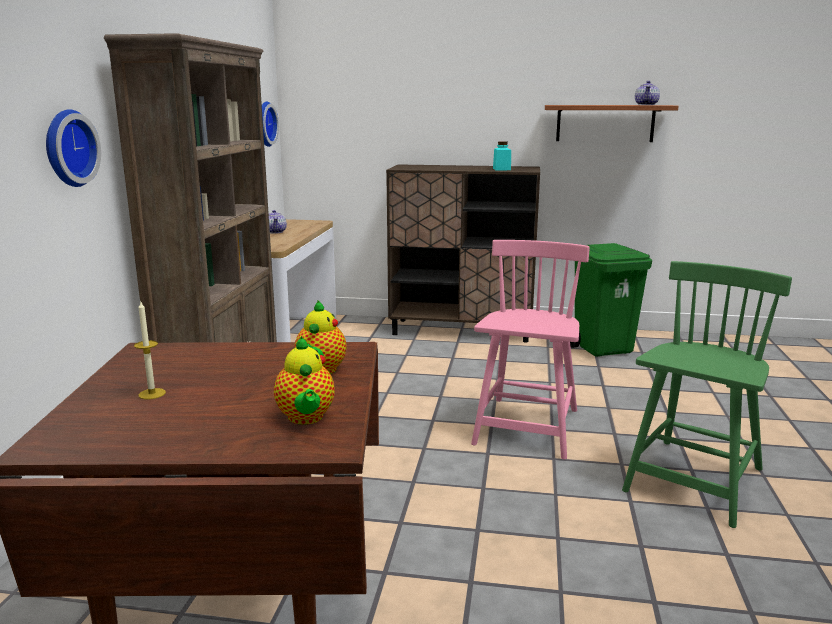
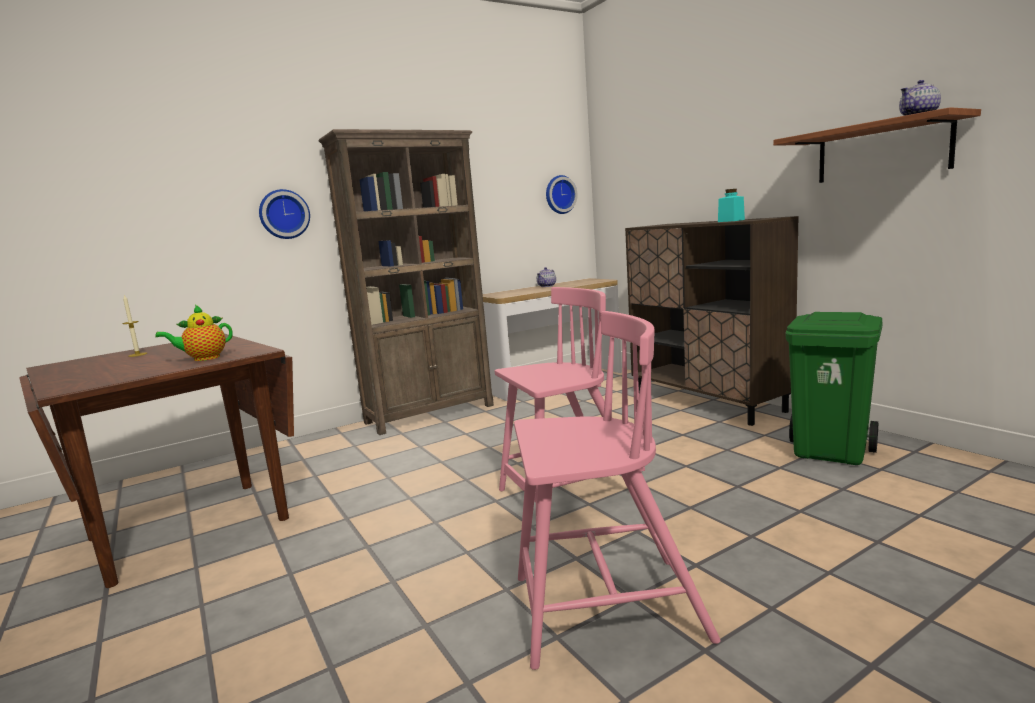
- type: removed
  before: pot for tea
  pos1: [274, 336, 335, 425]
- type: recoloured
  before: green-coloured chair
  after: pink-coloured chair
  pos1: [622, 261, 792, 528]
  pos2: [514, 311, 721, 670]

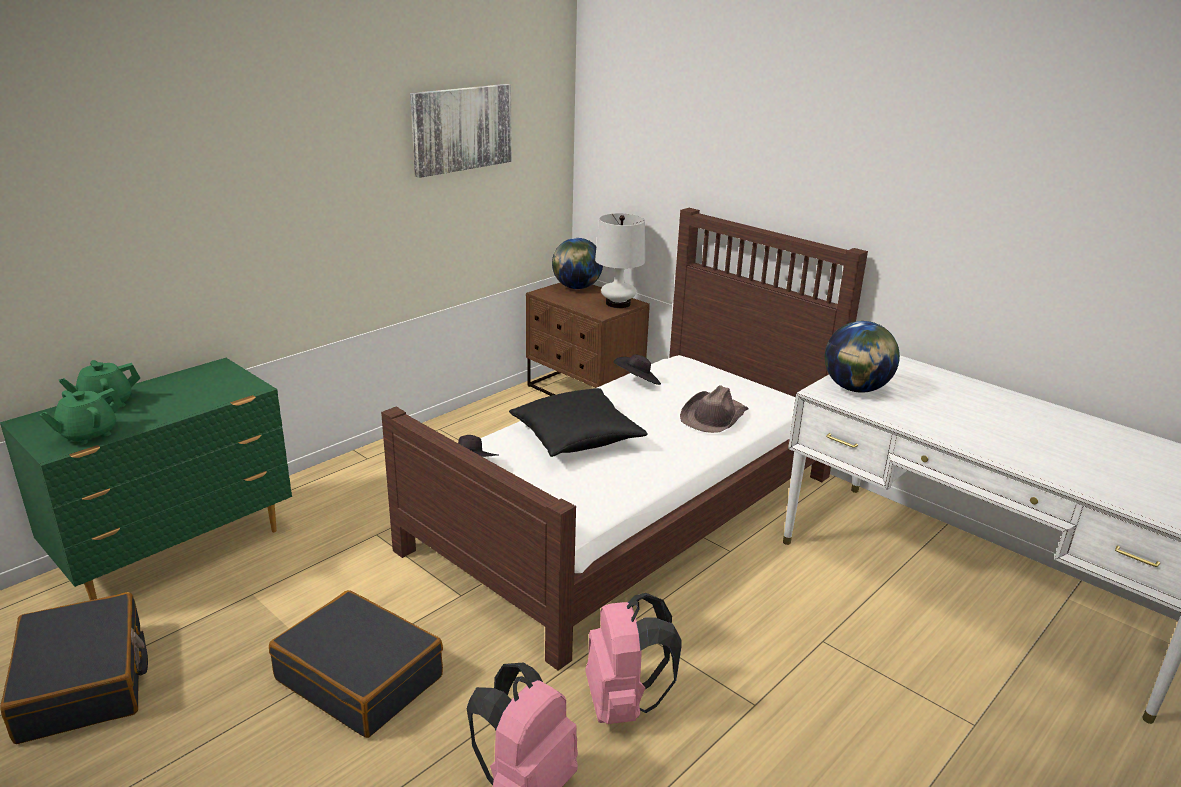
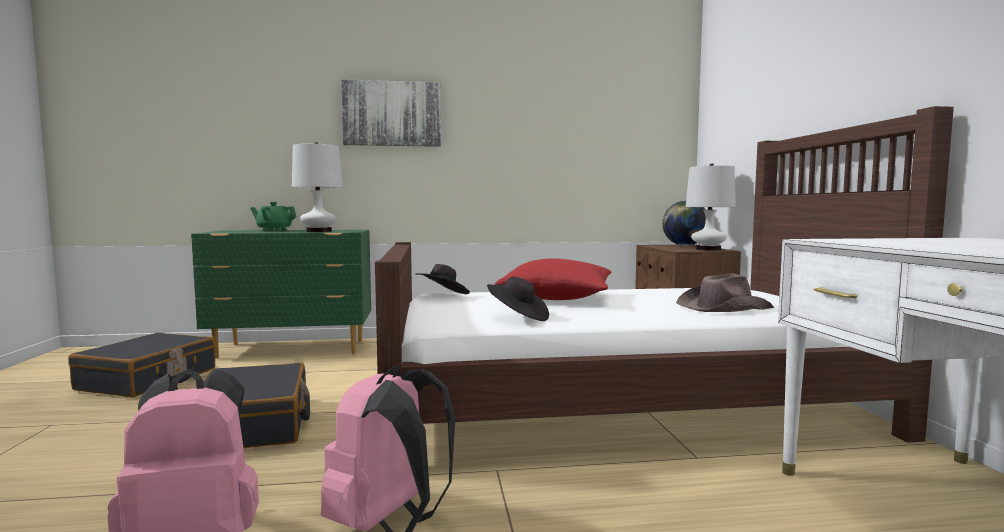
- type: removed
  before: green-coloured pot for tea
  pos1: [39, 388, 123, 445]
- type: removed
  before: desk globe
  pos1: [825, 321, 900, 393]
- type: added
  after: white tabletop lamp
  pos2: [292, 142, 343, 232]
- type: moved
  before: wall art
  pos1: [410, 84, 512, 178]
  pos2: [341, 79, 441, 147]
- type: moved
  before: blackish hat
  pos1: [613, 354, 661, 385]
  pos2: [487, 277, 549, 321]
- type: recoloured
  before: blackish throw pillow
  after: red throw pillow
  pos1: [509, 388, 648, 457]
  pos2: [494, 258, 612, 300]

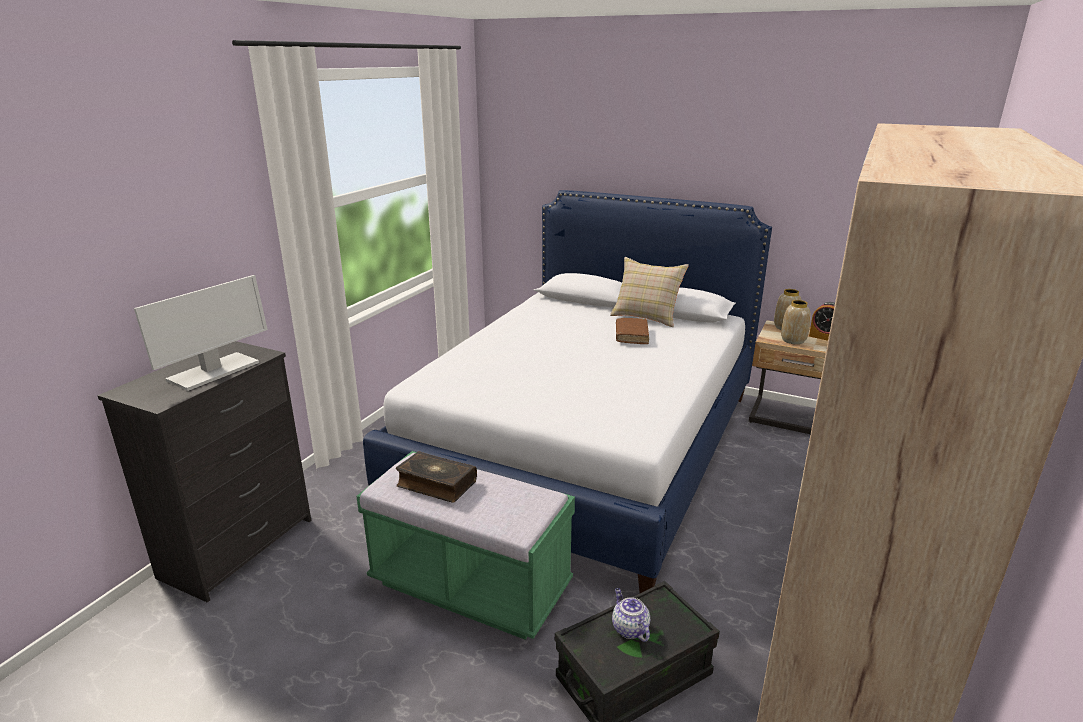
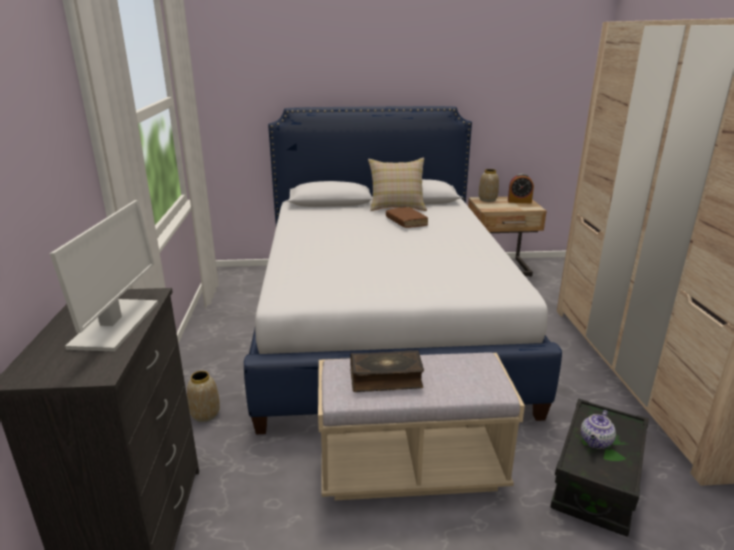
- type: moved
  before: decorative vase
  pos1: [781, 300, 811, 344]
  pos2: [187, 371, 220, 422]
- type: recoloured
  before: green-coloured long seat
  after: sand-coloured long seat
  pos1: [356, 451, 575, 640]
  pos2: [318, 352, 525, 501]
- type: turned
  before: pot for tea
  pos1: [612, 588, 650, 642]
  pos2: [581, 410, 616, 449]
  turn: -90

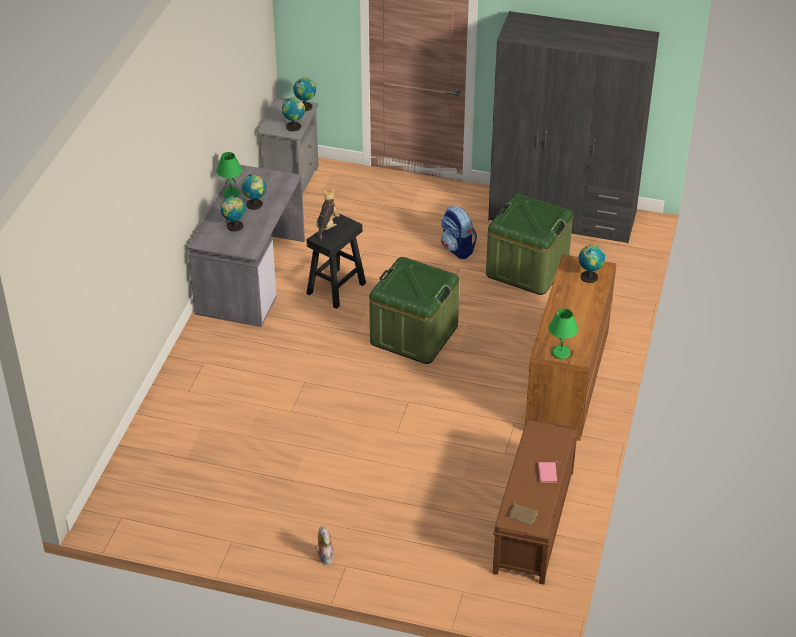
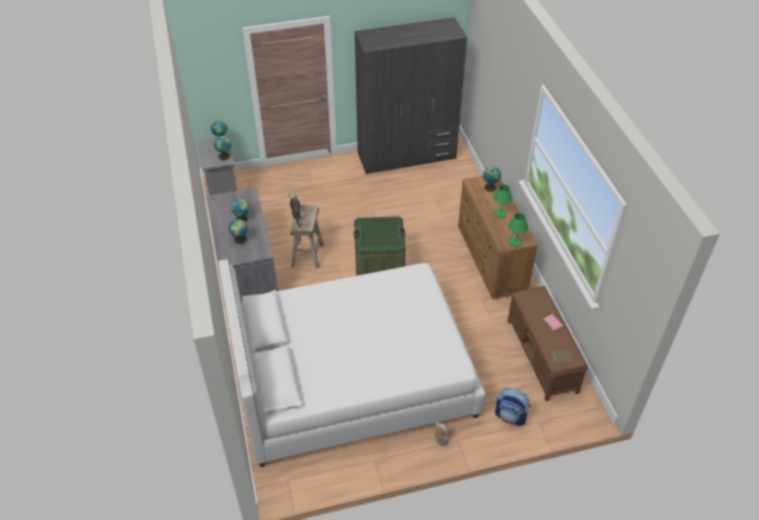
- type: removed
  before: green-coloured storage box
  pos1: [486, 193, 573, 295]
- type: added
  after: white bed
  pos2: [218, 259, 486, 467]
- type: moved
  before: green-coloured tabletop lamp
  pos1: [216, 152, 242, 198]
  pos2: [493, 184, 513, 218]
- type: moved
  before: backpack
  pos1: [441, 206, 477, 259]
  pos2: [495, 388, 531, 426]
- type: recoloured
  before: blackish sitting stool
  after: sand-coloured sitting stool
  pos1: [306, 213, 366, 309]
  pos2: [290, 205, 324, 269]

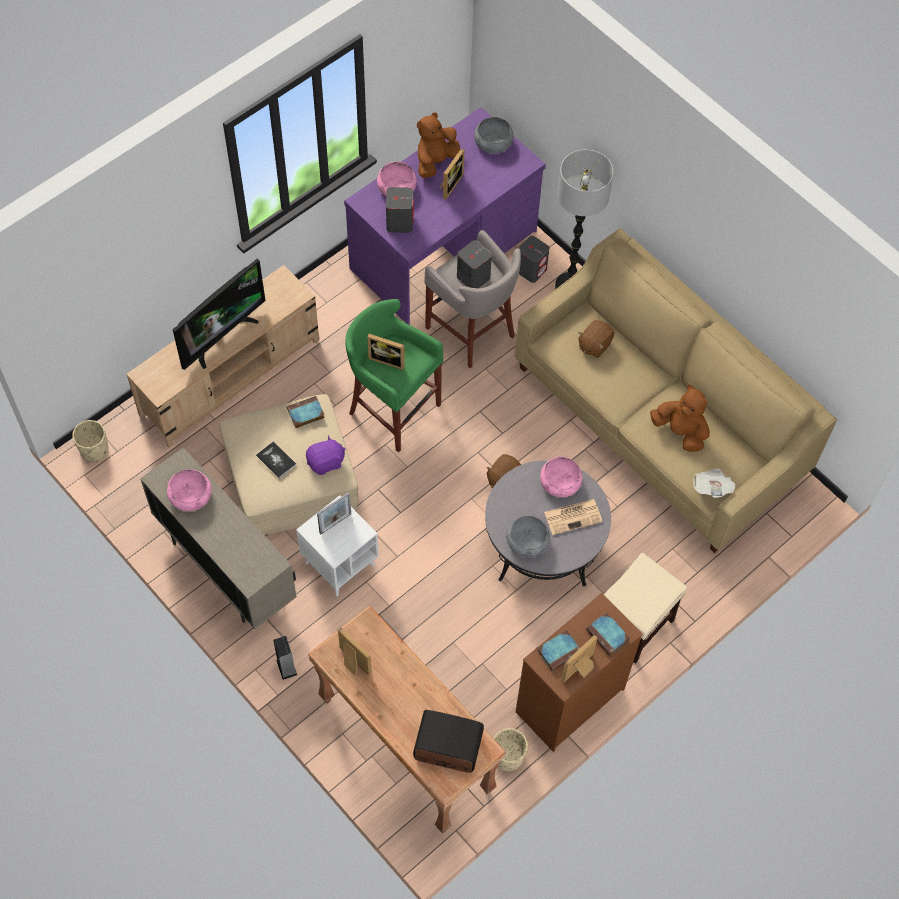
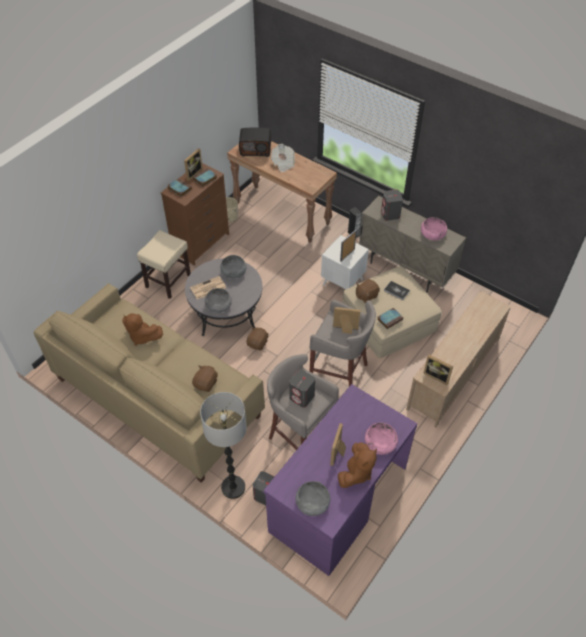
- type: removed
  before: sand-coloured plant pot
  pos1: [72, 420, 108, 462]
- type: removed
  before: TV set
  pos1: [173, 259, 265, 370]
- type: moved
  before: standing frame
  pos1: [338, 628, 372, 675]
  pos2: [424, 355, 453, 385]
- type: moved
  before: gray audio speaker
  pos1: [386, 187, 414, 233]
  pos2: [381, 190, 403, 221]
- type: moved
  before: printed paper
  pos1: [693, 468, 736, 498]
  pos2: [271, 144, 295, 172]
- type: recoloured
  before: purplish soft toy
  after: brown soft toy
  pos1: [306, 435, 346, 475]
  pos2: [356, 279, 380, 303]
- type: recoloured
  before: green-coloured sitting stool
  after: gray sitting stool
  pos1: [345, 299, 443, 452]
  pos2: [310, 300, 376, 386]
- type: recoloured
  before: pink-coloured serving bowl
  after: gray serving bowl
  pos1: [540, 457, 582, 497]
  pos2: [205, 288, 232, 313]

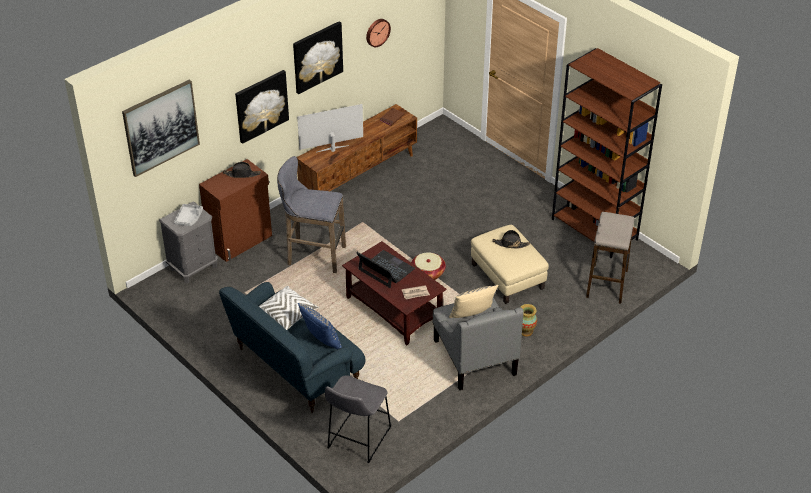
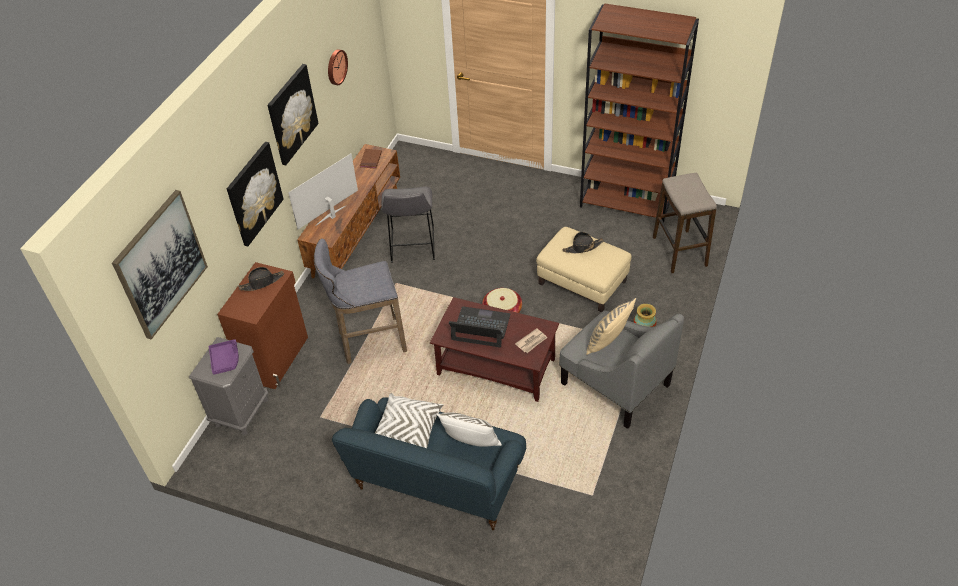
- type: moved
  before: gray sitting stool
  pos1: [325, 375, 391, 463]
  pos2: [381, 187, 435, 263]
- type: recoloured
  before: gray serving tray
  after: purplish serving tray
  pos1: [174, 204, 203, 226]
  pos2: [209, 339, 239, 375]
- type: recoloured
  before: blue throw pillow
  after: white throw pillow
  pos1: [298, 303, 342, 349]
  pos2: [436, 412, 502, 447]

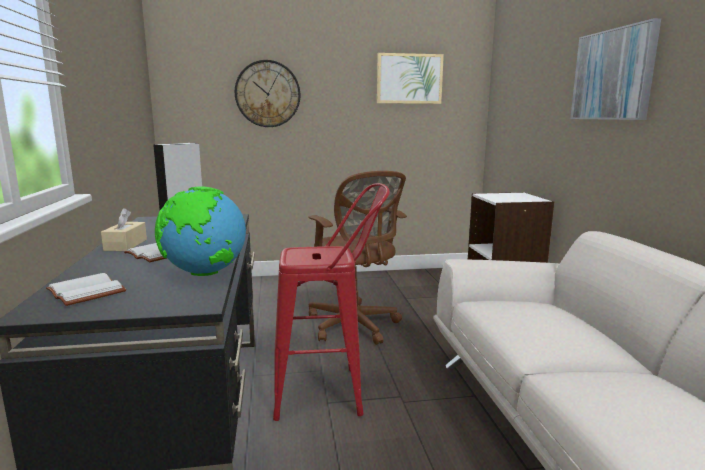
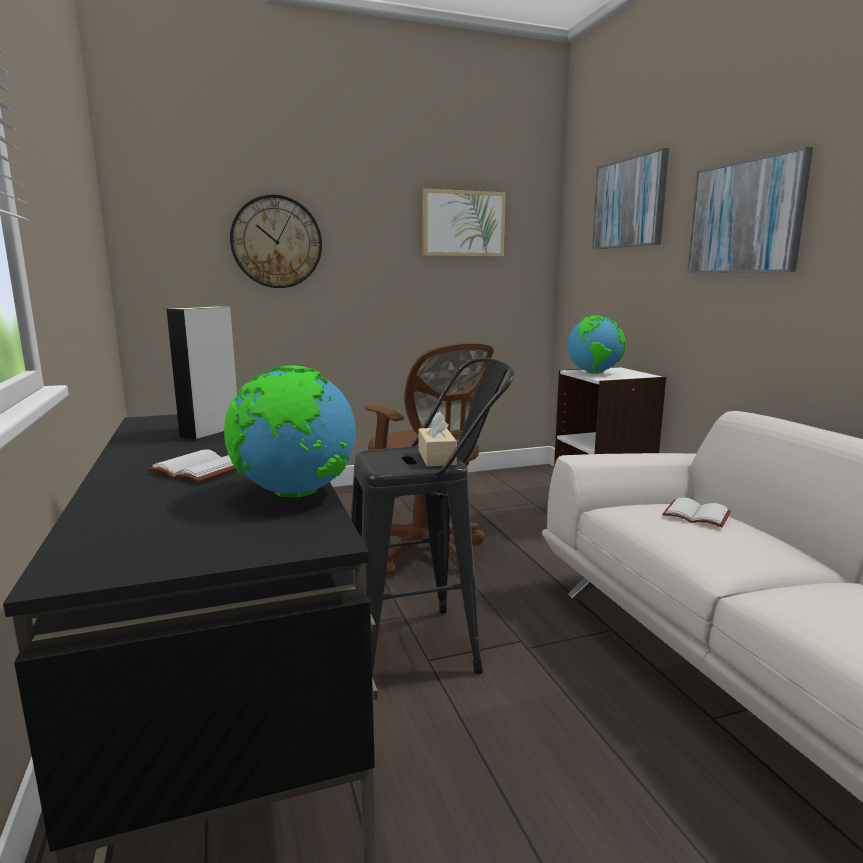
- type: added
  after: desk globe
  pos2: [568, 315, 626, 374]
- type: added
  after: wall art
  pos2: [592, 148, 669, 249]
- type: moved
  before: white book
  pos1: [46, 273, 126, 306]
  pos2: [662, 498, 731, 527]
- type: moved
  before: sand-coloured tissue box
  pos1: [101, 208, 147, 251]
  pos2: [419, 411, 457, 466]
- type: recoloured
  before: red sitting stool
  after: blackish sitting stool
  pos1: [273, 183, 390, 421]
  pos2: [351, 358, 514, 677]

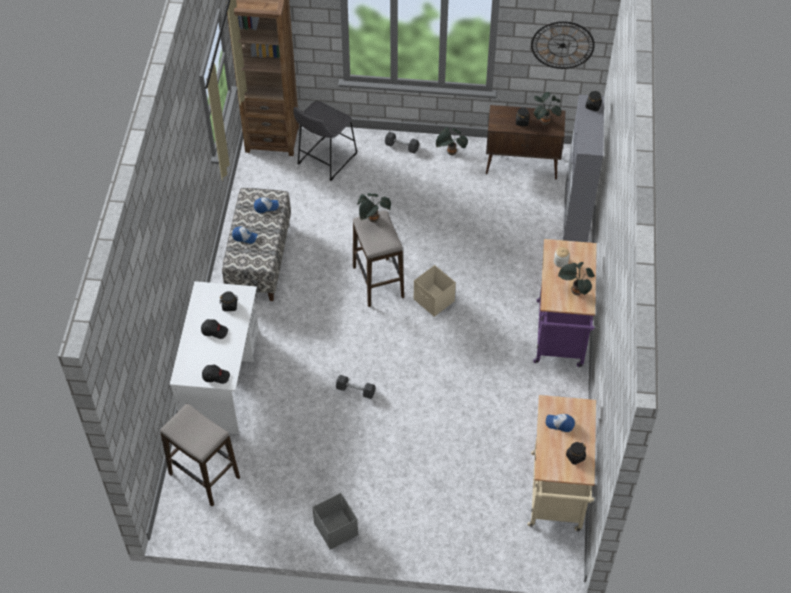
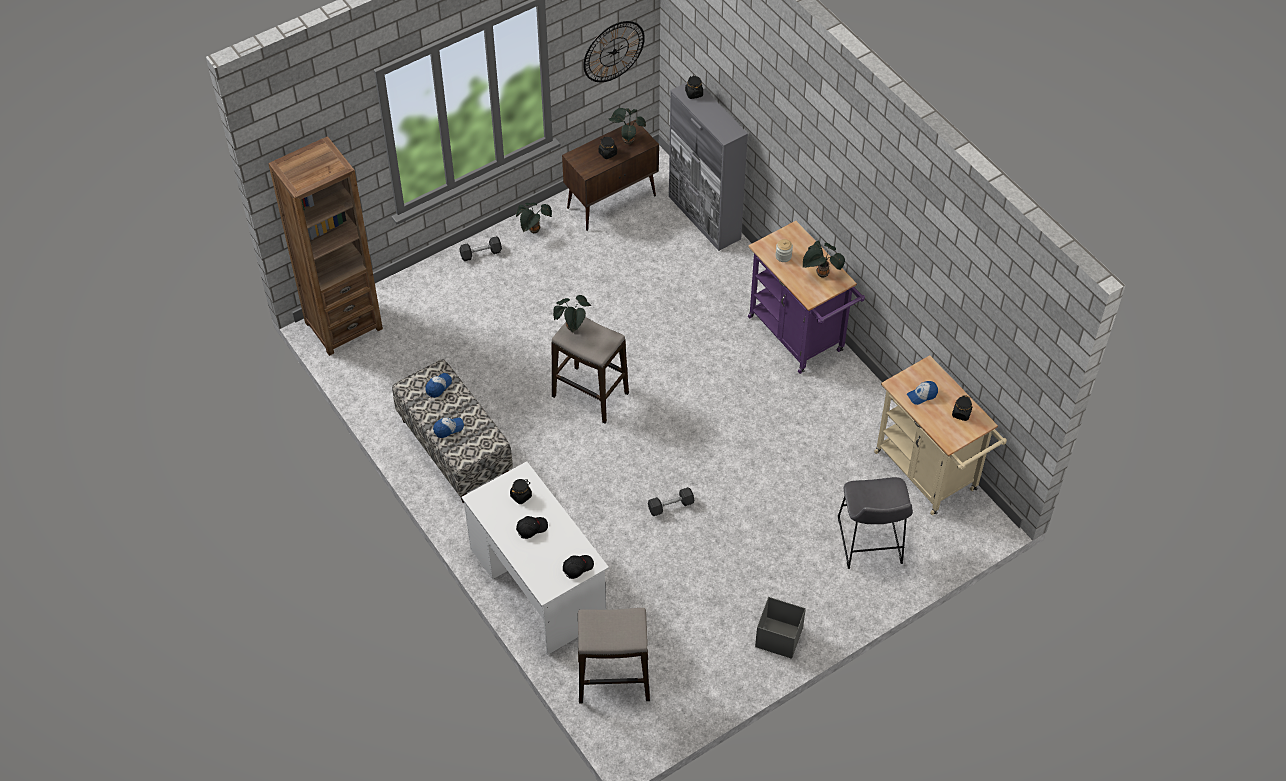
- type: removed
  before: sand-coloured storage box
  pos1: [414, 265, 456, 317]
- type: moved
  before: gray sitting stool
  pos1: [293, 101, 358, 181]
  pos2: [838, 477, 913, 569]

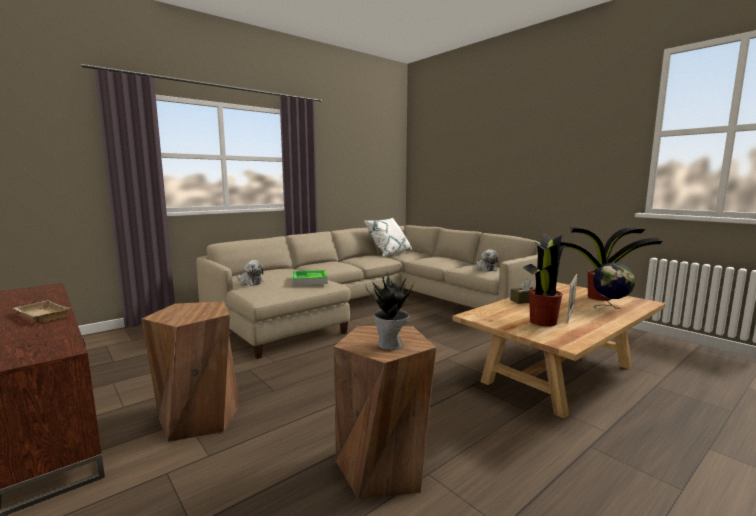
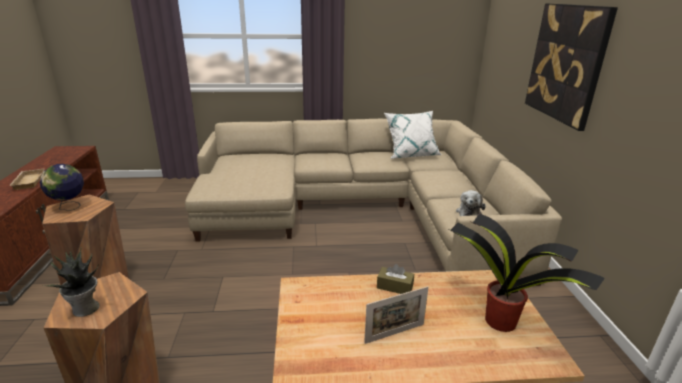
- type: removed
  before: soft toy
  pos1: [237, 260, 264, 286]
- type: removed
  before: serving tray
  pos1: [292, 270, 328, 286]
- type: removed
  before: houseplant
  pos1: [522, 233, 567, 327]
- type: added
  after: wall art
  pos2: [525, 3, 618, 131]
- type: moved
  before: desk globe
  pos1: [593, 263, 635, 309]
  pos2: [40, 164, 84, 211]

